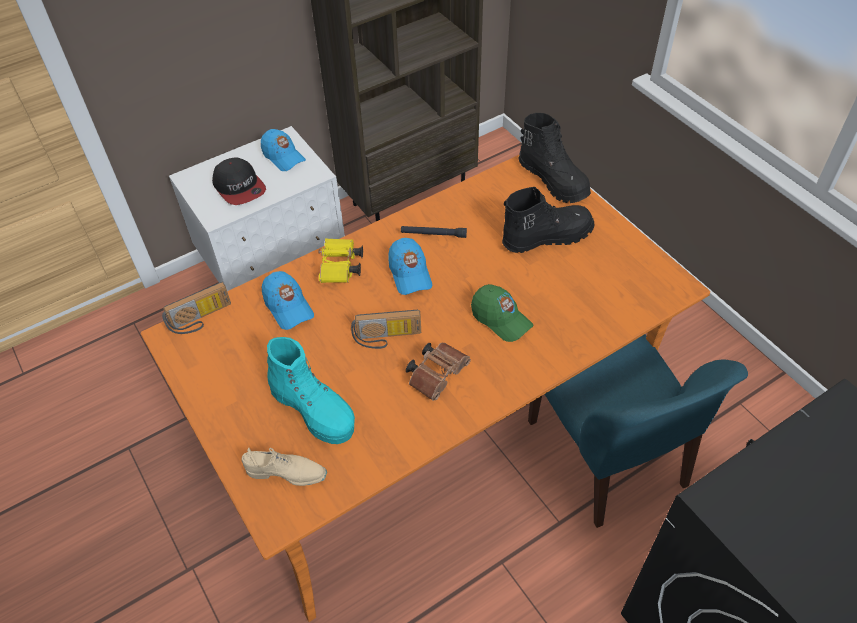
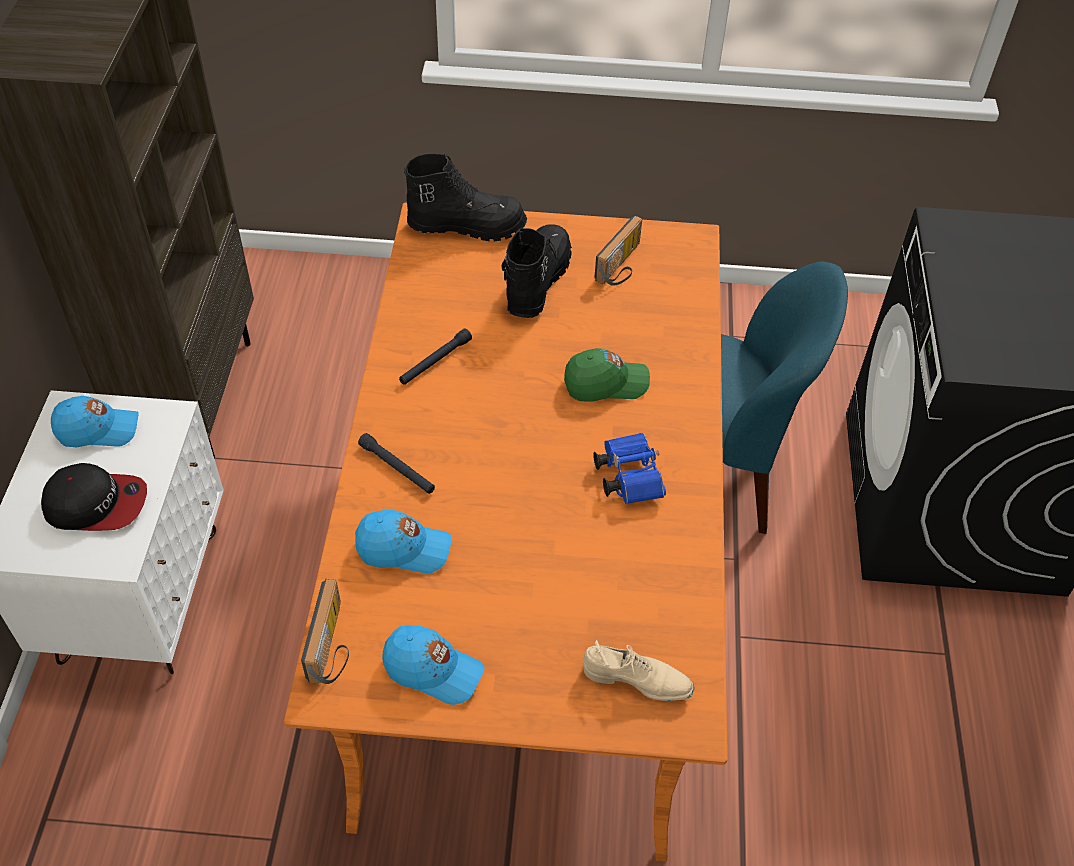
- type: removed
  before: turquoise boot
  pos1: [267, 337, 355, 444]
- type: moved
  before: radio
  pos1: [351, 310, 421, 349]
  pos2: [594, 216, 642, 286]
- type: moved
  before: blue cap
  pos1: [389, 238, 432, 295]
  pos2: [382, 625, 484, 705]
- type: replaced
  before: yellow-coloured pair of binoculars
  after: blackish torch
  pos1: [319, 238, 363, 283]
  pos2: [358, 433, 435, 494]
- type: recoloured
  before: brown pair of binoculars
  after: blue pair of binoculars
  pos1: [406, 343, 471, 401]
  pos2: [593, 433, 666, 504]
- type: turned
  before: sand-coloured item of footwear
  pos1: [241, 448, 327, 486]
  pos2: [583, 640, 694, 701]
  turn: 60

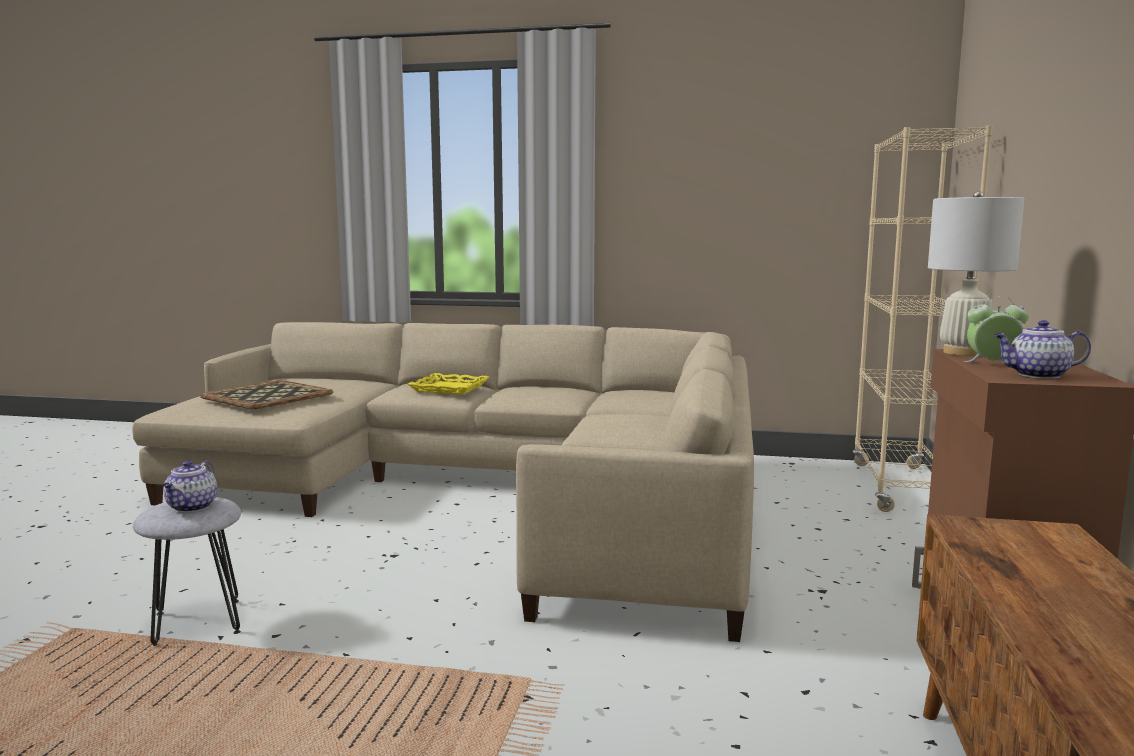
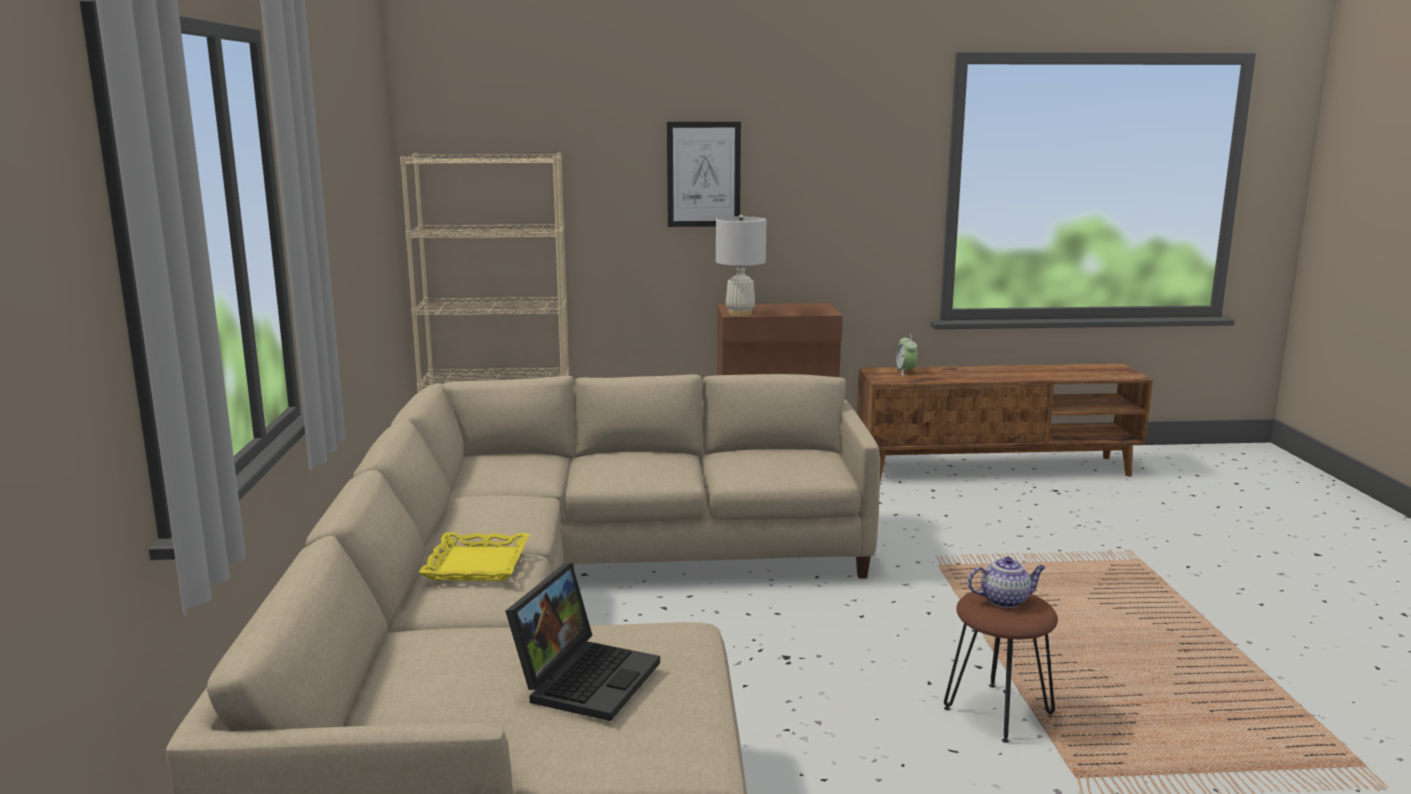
- type: removed
  before: pot for tea
  pos1: [994, 320, 1091, 379]
- type: added
  after: wall art
  pos2: [667, 122, 741, 227]
- type: moved
  before: alarm clock
  pos1: [964, 296, 1029, 363]
  pos2: [895, 334, 917, 376]
- type: replaced
  before: serving tray
  after: notebook computer
  pos1: [200, 380, 333, 409]
  pos2: [505, 563, 660, 721]
- type: recoloured
  before: gray sitting stool
  after: brown sitting stool
  pos1: [133, 497, 241, 646]
  pos2: [944, 589, 1058, 743]

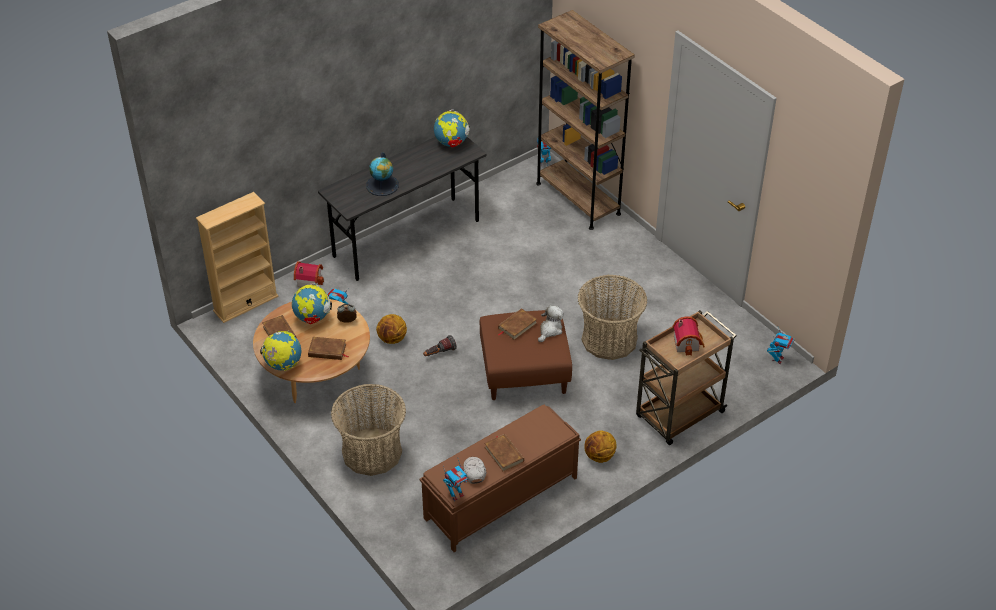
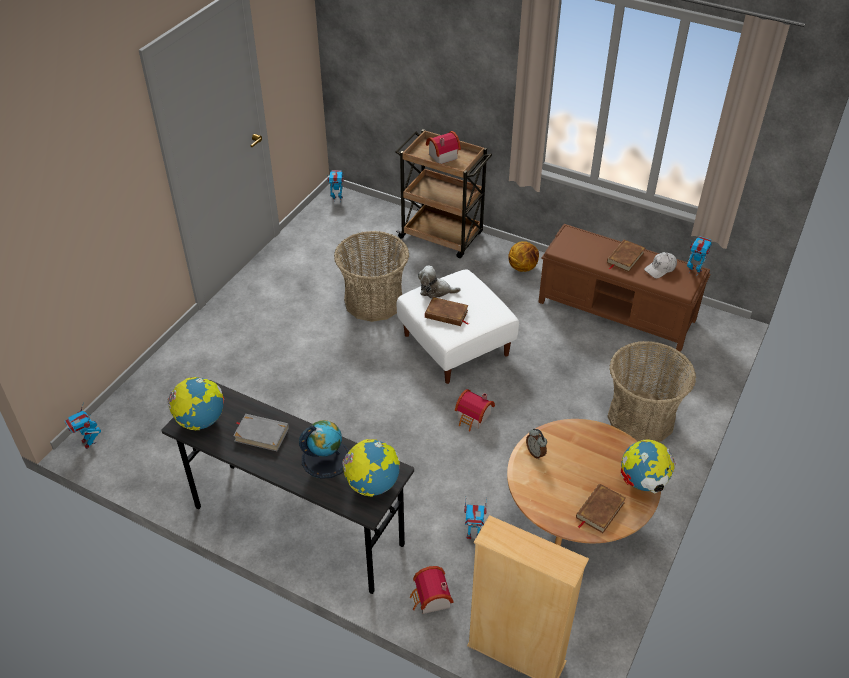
- type: removed
  before: brown book
  pos1: [308, 337, 349, 360]
- type: removed
  before: basketball ball
  pos1: [376, 314, 407, 344]
- type: removed
  before: brown bookshelf
  pos1: [536, 10, 635, 230]
- type: added
  after: gray book
  pos2: [233, 414, 289, 451]
- type: moved
  before: desk globe
  pos1: [292, 283, 332, 324]
  pos2: [342, 439, 400, 496]
- type: replaced
  before: torch
  after: model house
  pos1: [423, 335, 457, 356]
  pos2: [455, 389, 495, 431]
- type: recoloured
  before: brown footrest
  after: white footrest
  pos1: [480, 310, 572, 400]
  pos2: [397, 269, 519, 384]

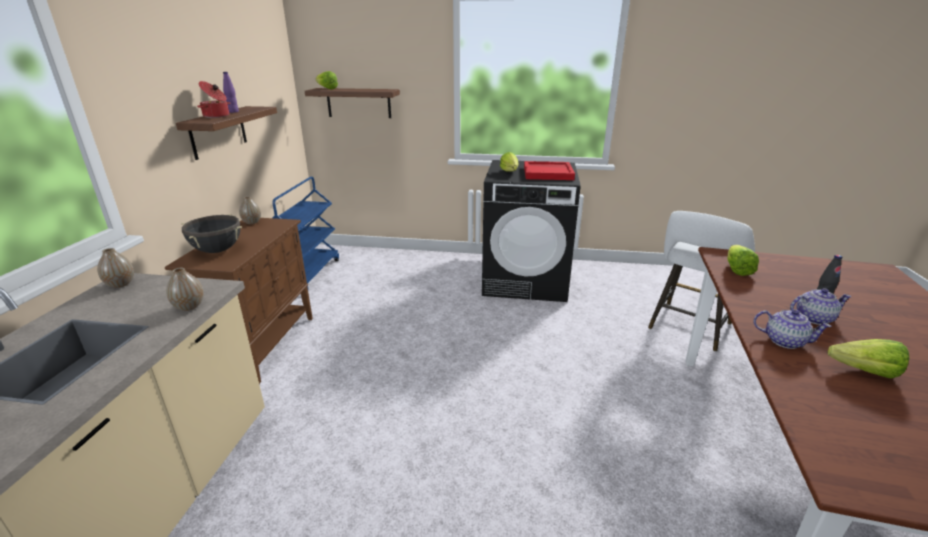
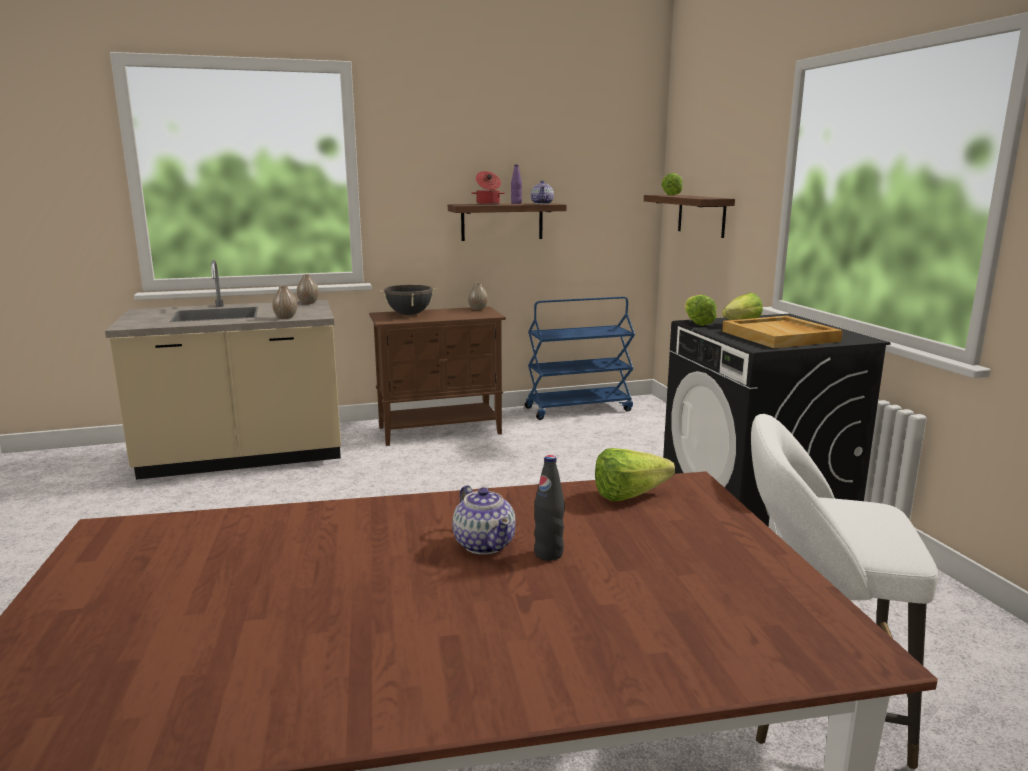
- type: moved
  before: pot for tea
  pos1: [754, 309, 832, 349]
  pos2: [531, 180, 554, 204]
- type: moved
  before: lettuce
  pos1: [828, 339, 909, 378]
  pos2: [685, 295, 717, 326]
- type: recoloured
  before: red serving tray
  after: sand-coloured serving tray
  pos1: [524, 161, 575, 180]
  pos2: [722, 316, 843, 348]

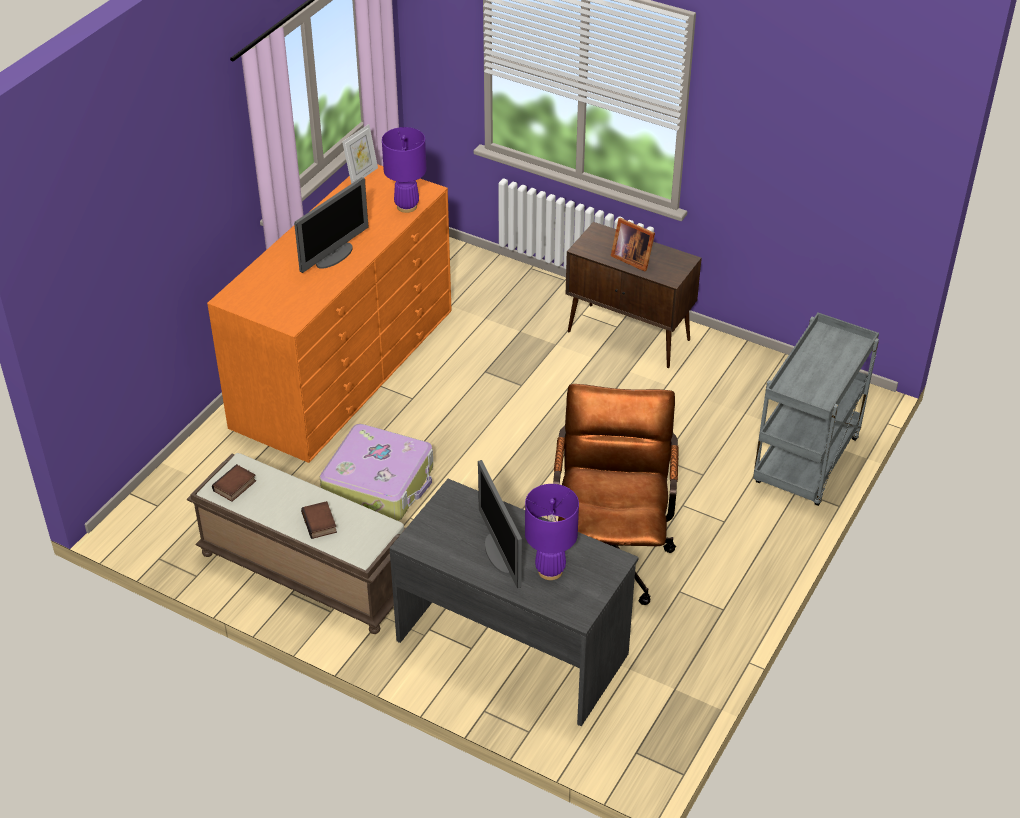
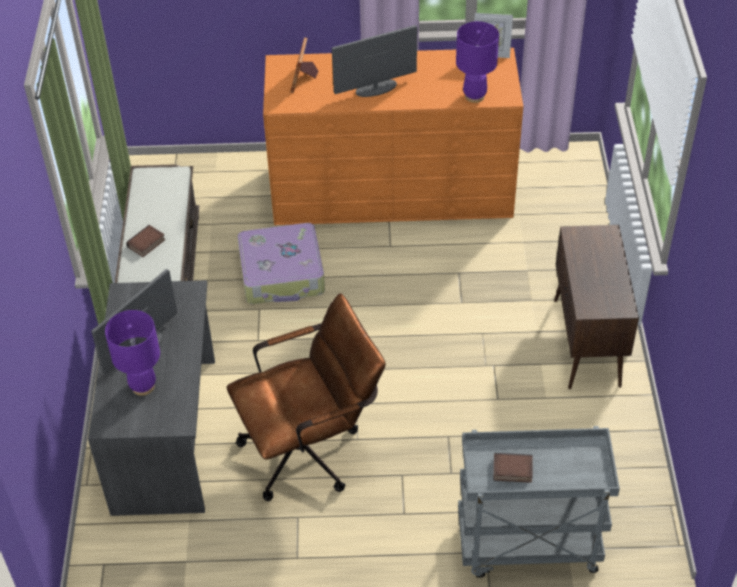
- type: moved
  before: book
  pos1: [212, 464, 256, 502]
  pos2: [494, 453, 533, 483]
- type: moved
  before: standing frame
  pos1: [611, 218, 655, 272]
  pos2: [290, 37, 319, 93]
- type: turned
  before: computer display
  pos1: [294, 177, 369, 273]
  pos2: [332, 25, 417, 97]
  turn: 150

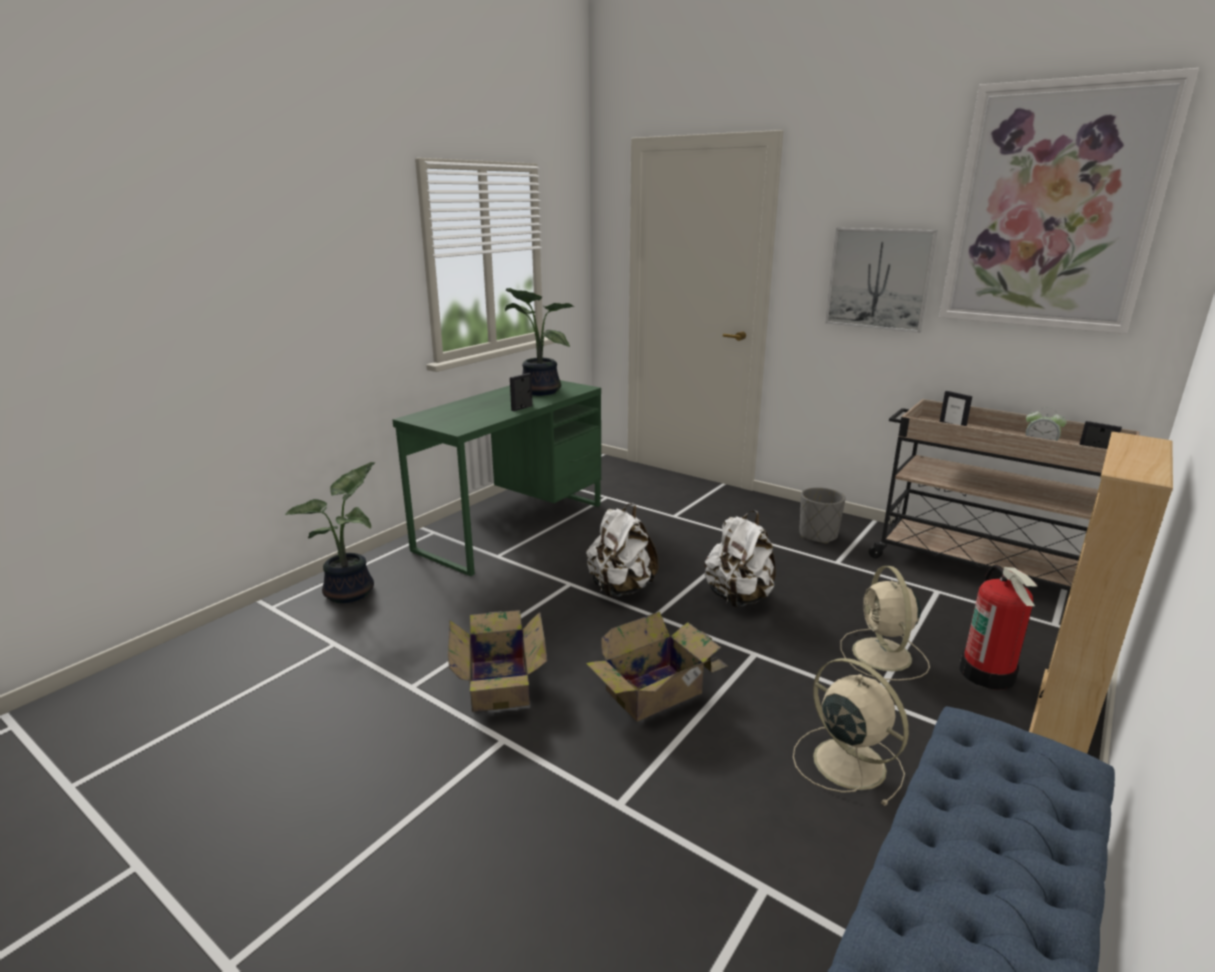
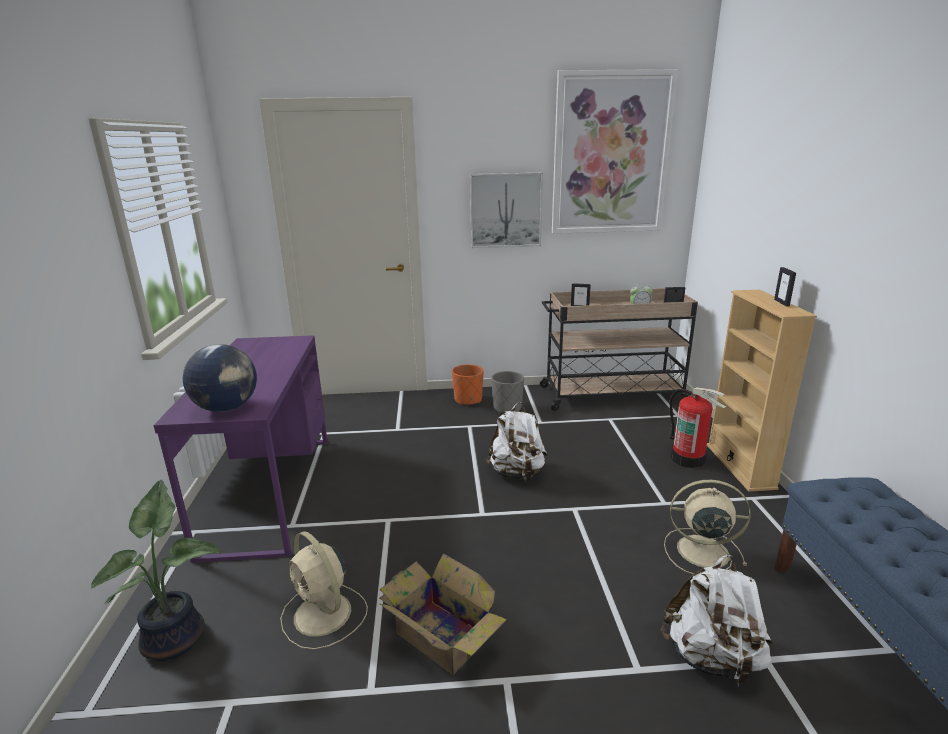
- type: removed
  before: houseplant
  pos1: [505, 288, 574, 396]
- type: removed
  before: cardboard box
  pos1: [586, 611, 728, 722]
- type: added
  after: desk globe
  pos2: [183, 344, 257, 412]
- type: added
  after: orange-coloured plant pot
  pos2: [452, 364, 483, 405]
- type: moved
  before: standing frame
  pos1: [510, 373, 533, 411]
  pos2: [774, 267, 796, 306]
- type: moved
  before: white backpack
  pos1: [586, 503, 658, 597]
  pos2: [661, 555, 772, 687]
- type: moved
  before: sand-coloured cooling fan
  pos1: [840, 566, 930, 681]
  pos2: [280, 531, 368, 650]
- type: recoloured
  before: green-coloured desk table
  after: purplish desk table
  pos1: [392, 380, 601, 576]
  pos2: [153, 335, 328, 563]

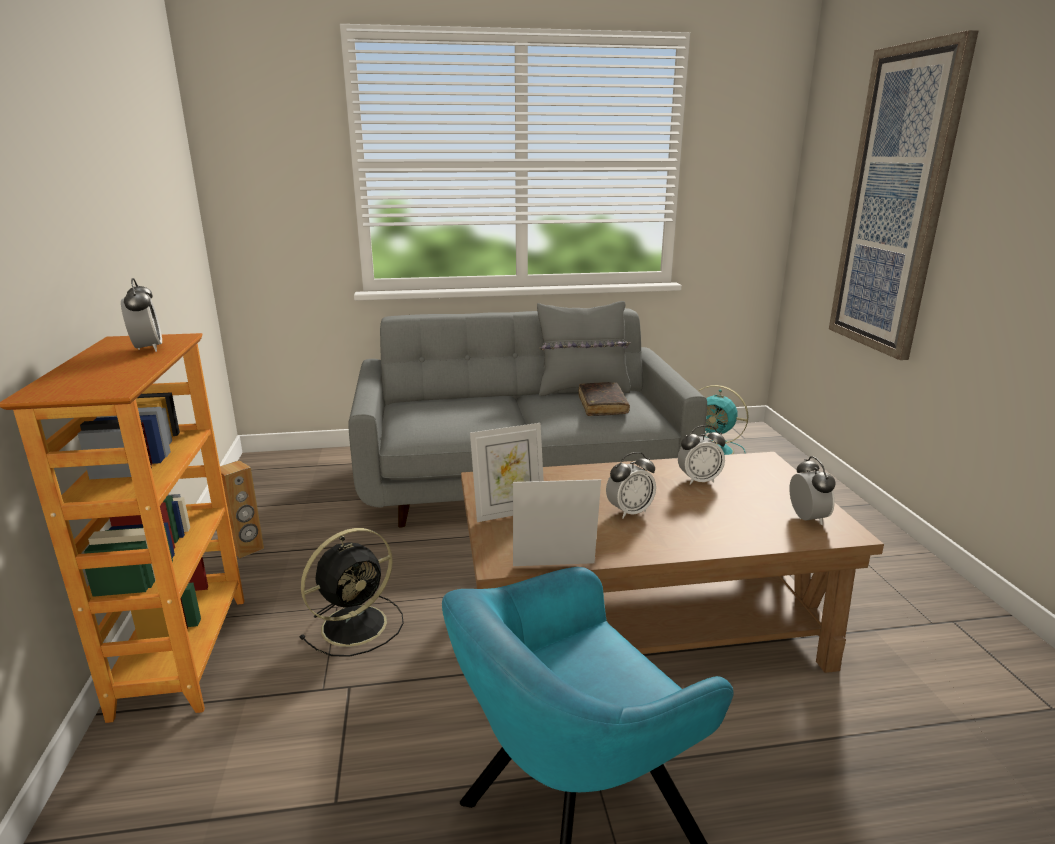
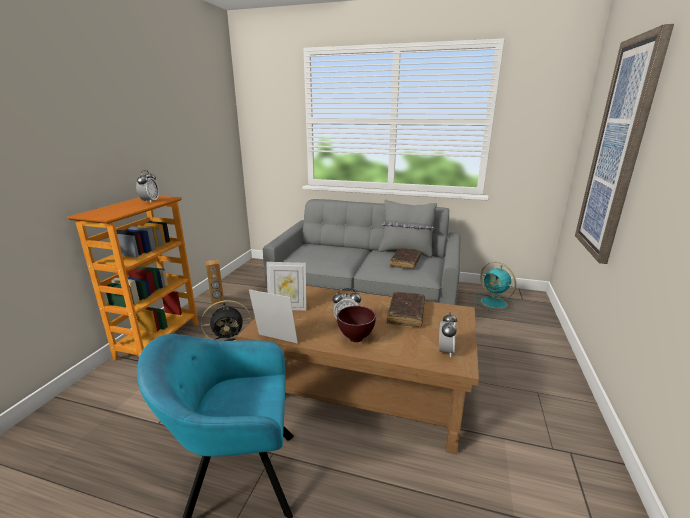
- type: added
  after: brown serving bowl
  pos2: [337, 306, 376, 342]
- type: replaced
  before: alarm clock
  after: brown book
  pos1: [678, 425, 725, 485]
  pos2: [387, 292, 425, 326]

